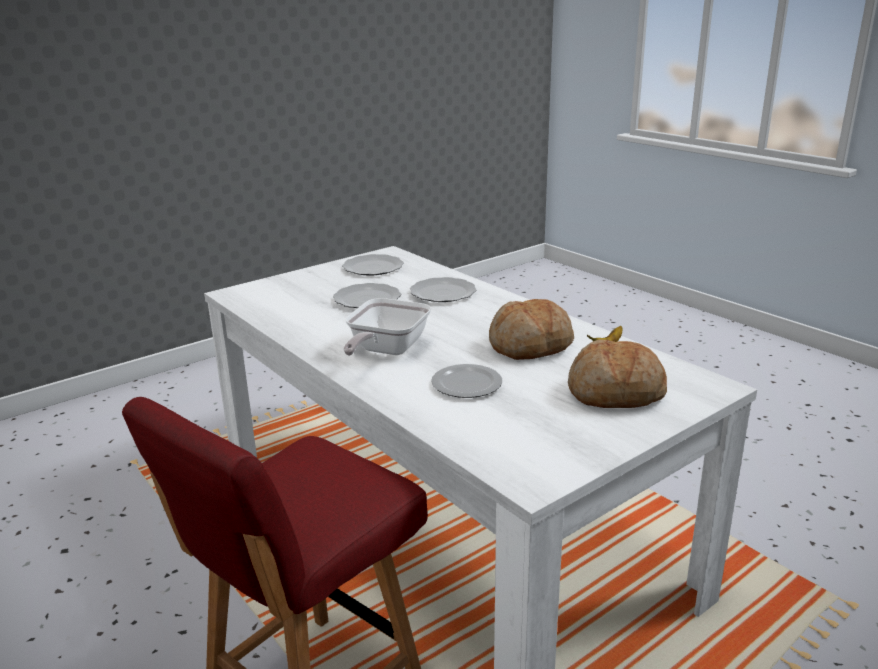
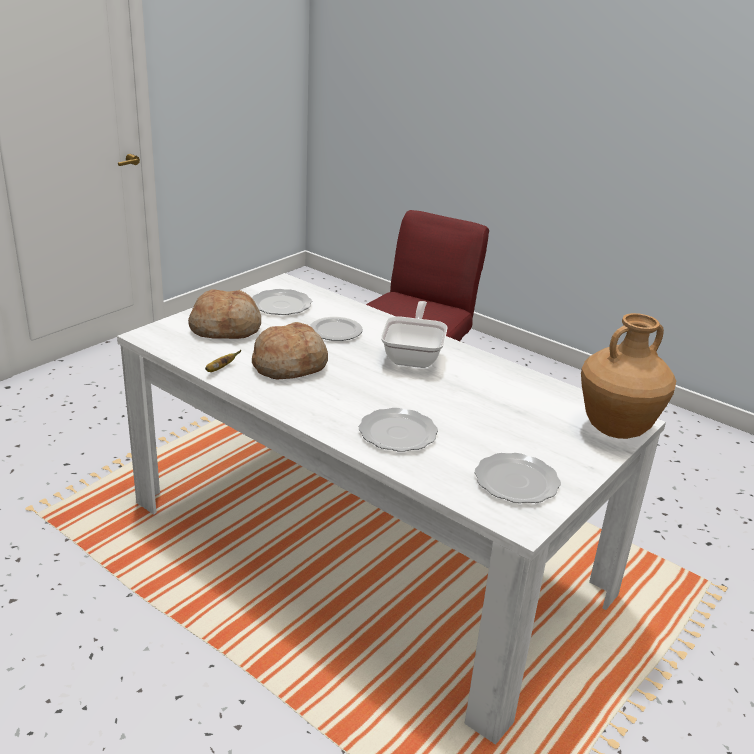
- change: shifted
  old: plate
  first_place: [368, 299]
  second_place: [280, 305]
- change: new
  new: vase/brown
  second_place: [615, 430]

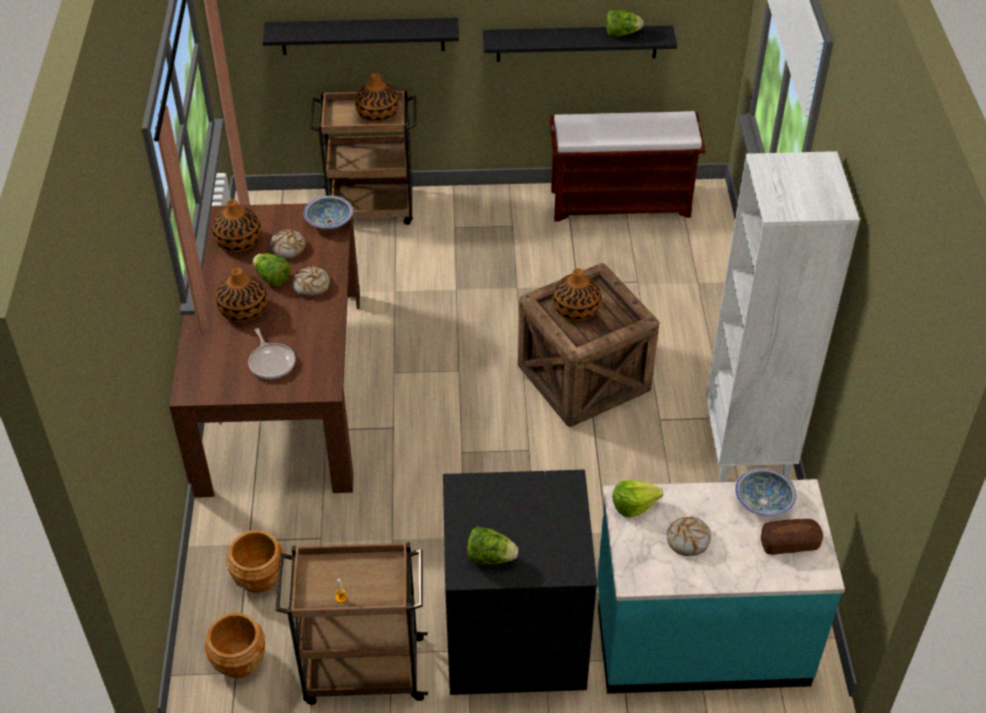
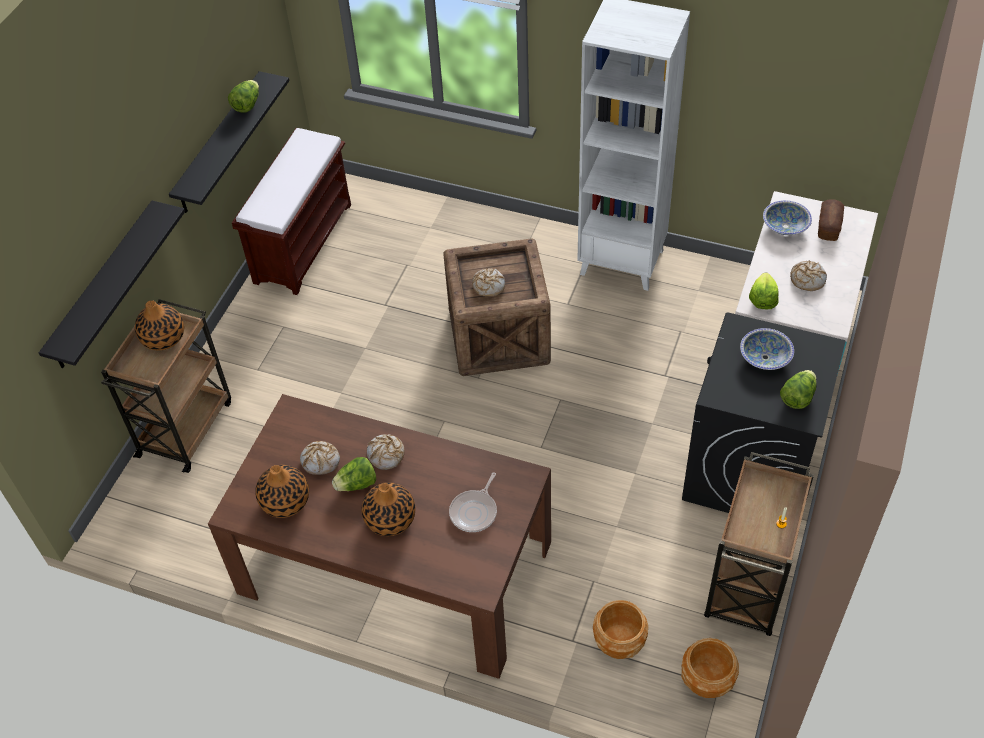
- change: rotated
  old: frying pan
  first_place: [271, 362]
  second_place: [475, 511]
  degrees: 120
- change: shifted
  old: bowl
  first_place: [329, 221]
  second_place: [765, 357]
- change: swapped
  old: vase
  new: bread
  first_place: [576, 309]
  second_place: [488, 286]

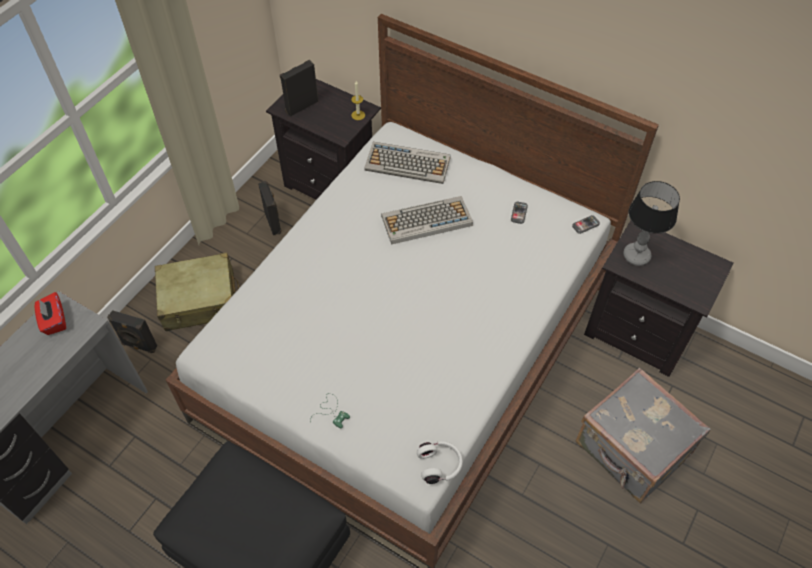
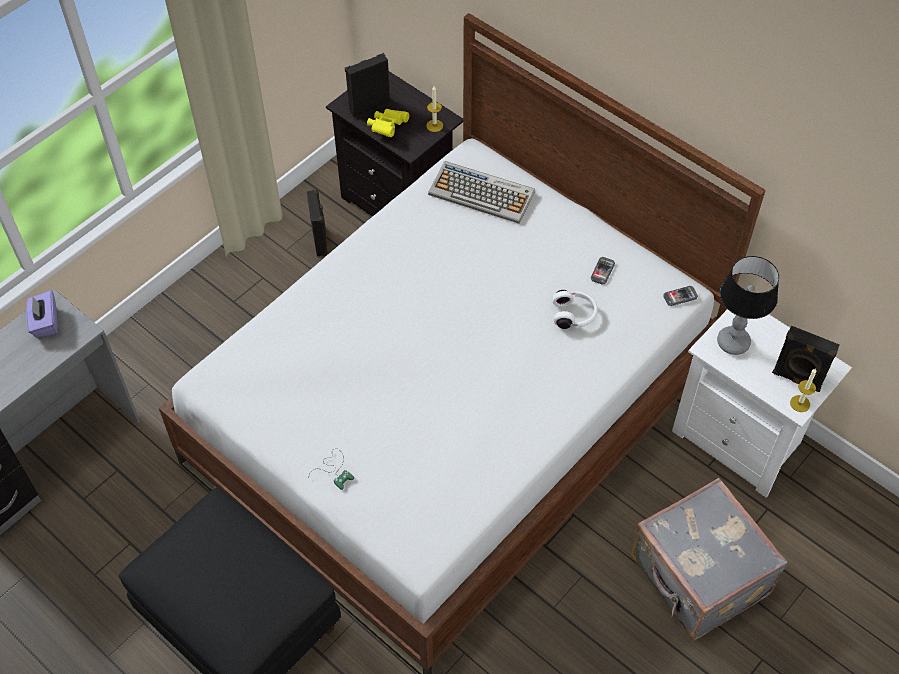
- change: repainted
  old: tissue box/red
  new: tissue box/purple
  first_place: [54, 321]
  second_place: [45, 322]
- change: shifted
  old: speaker/black
  first_place: [139, 346]
  second_place: [796, 379]
- change: gone
  old: suitcase/beige
  first_place: [200, 300]
- change: gone
  old: keyboard
  first_place: [426, 221]
- change: shifted
  old: headphones/white
  first_place: [440, 465]
  second_place: [574, 315]
- change: repainted
  old: nightstand/black
  new: nightstand/white
  first_place: [638, 333]
  second_place: [741, 439]
- change: new
  new: binoculars/yellow
  second_place: [387, 127]
- change: new
  new: candle
  second_place: [800, 403]

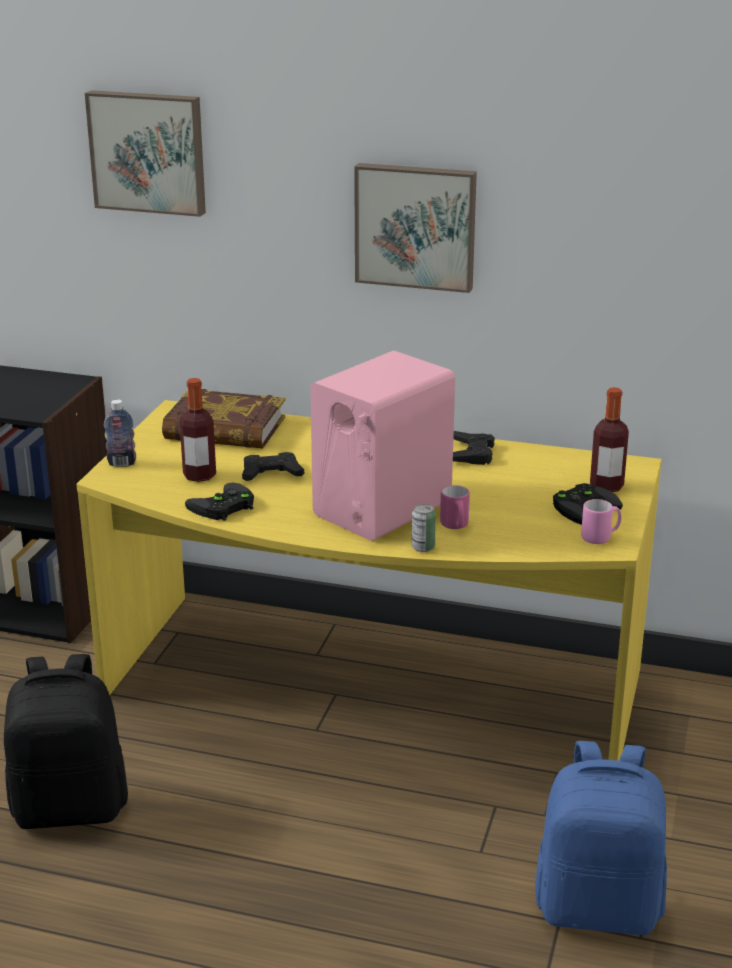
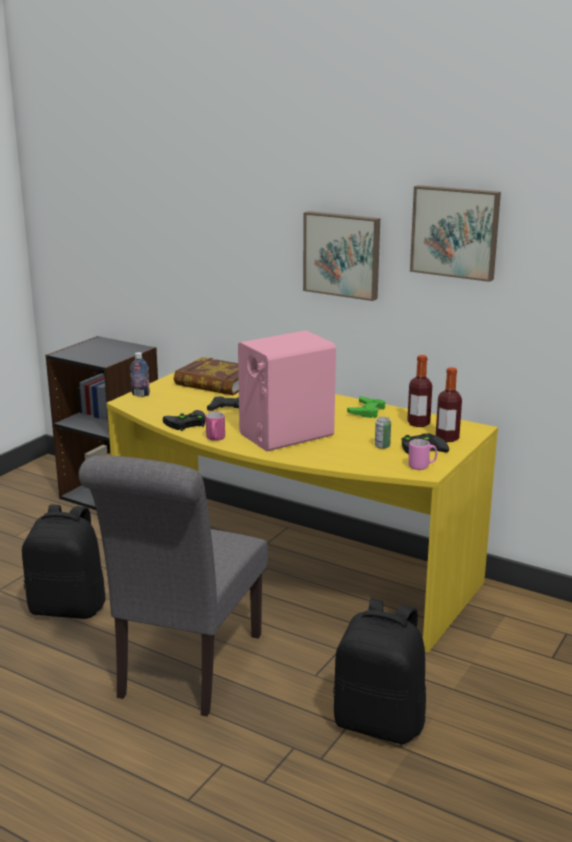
- change: shifted
  old: picture
  first_place: [148, 152]
  second_place: [455, 232]
- change: shifted
  old: bottle
  first_place: [199, 476]
  second_place: [418, 423]
- change: shifted
  old: can
  first_place: [423, 547]
  second_place: [382, 446]
- change: shifted
  old: mug/pink
  first_place: [455, 526]
  second_place: [215, 439]
- change: repainted
  old: game controller/black
  new: game controller/green
  first_place: [471, 453]
  second_place: [367, 411]
- change: repainted
  old: backpack/blue
  new: backpack/black
  first_place: [599, 907]
  second_place: [380, 722]
- change: new
  new: chair/grey
  second_place: [185, 670]

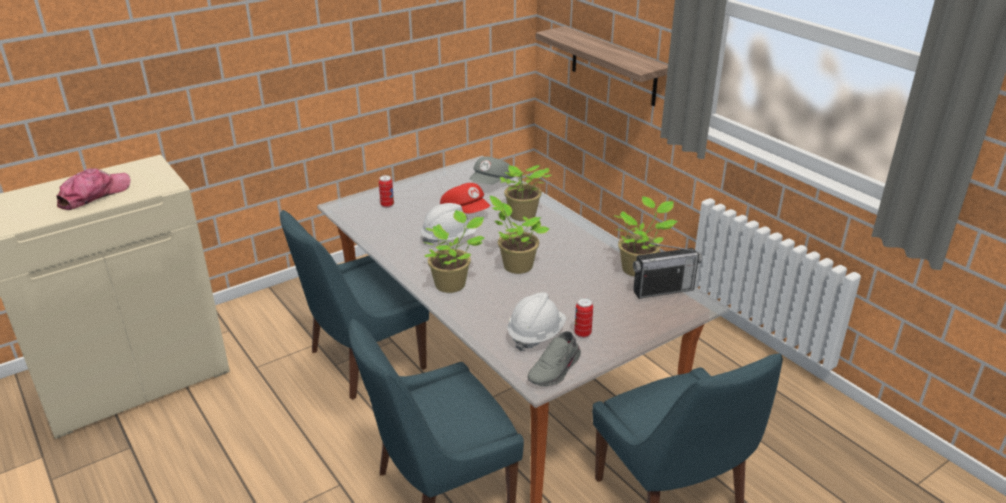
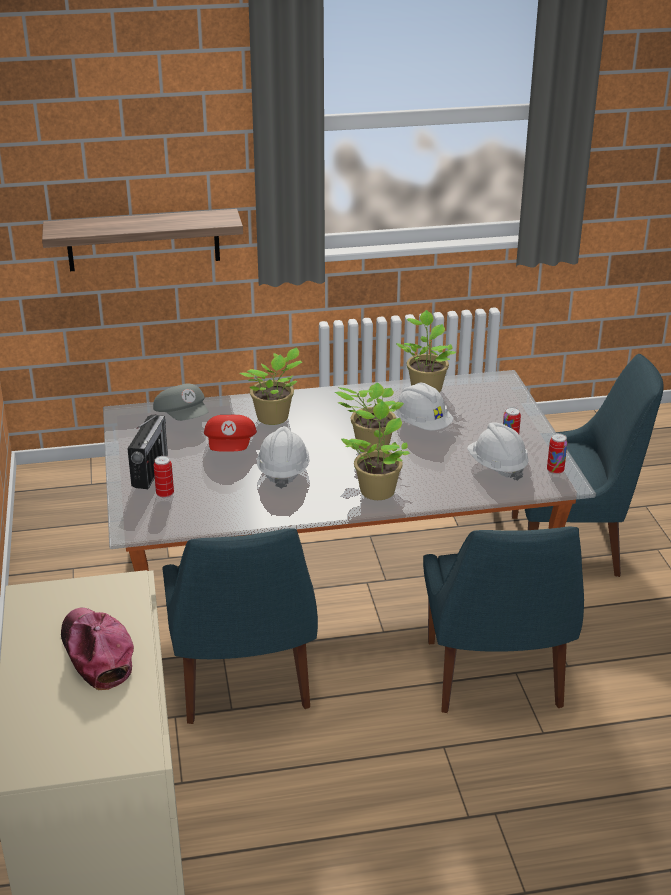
- change: rotated
  old: cap/red
  first_place: [465, 211]
  second_place: [231, 447]
  degrees: 105
- change: swapped
  old: shoe/grey
  new: can
  first_place: [555, 370]
  second_place: [555, 471]
- change: shifted
  old: radio
  first_place: [663, 290]
  second_place: [150, 471]
- change: new
  new: hard hat/white
  second_place: [422, 425]

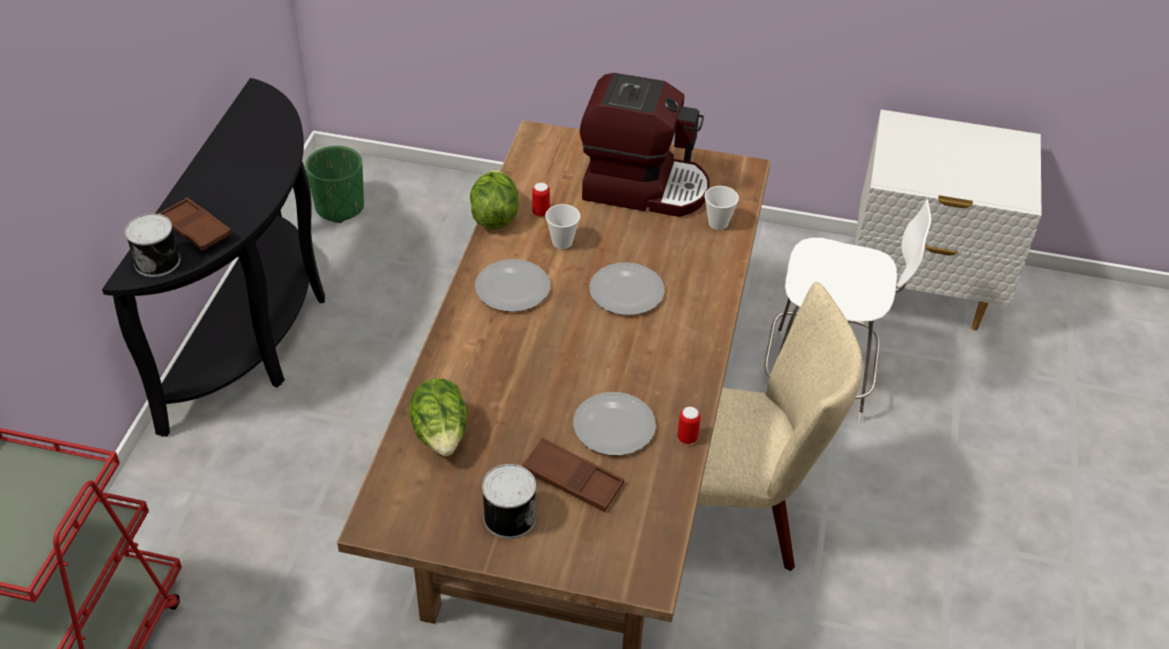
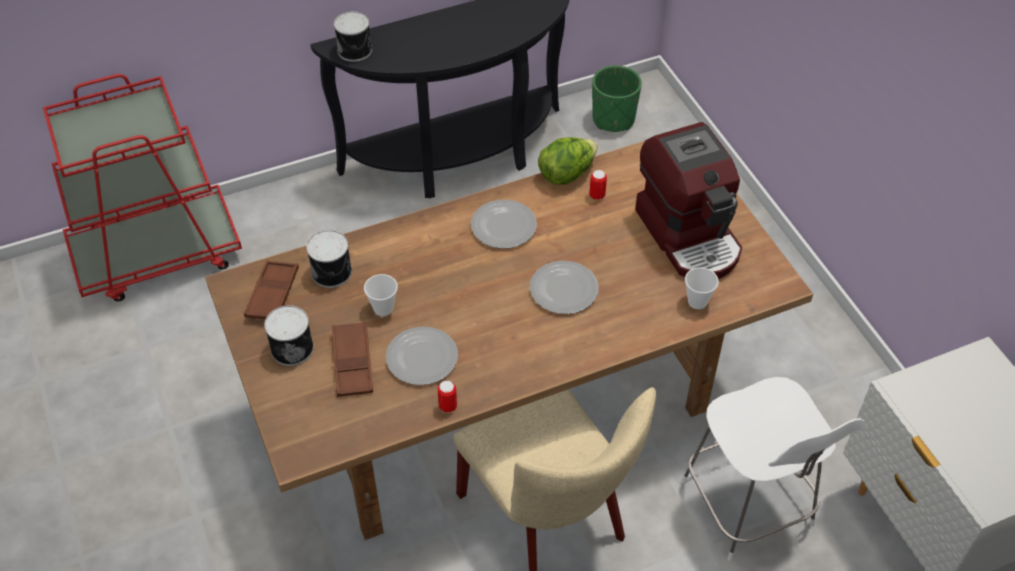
- change: shifted
  old: tray/brown
  first_place: [195, 229]
  second_place: [272, 294]
- change: swapped
  old: lettuce
  new: can
  first_place: [441, 435]
  second_place: [333, 272]
- change: shifted
  old: cup
  first_place: [562, 242]
  second_place: [383, 308]

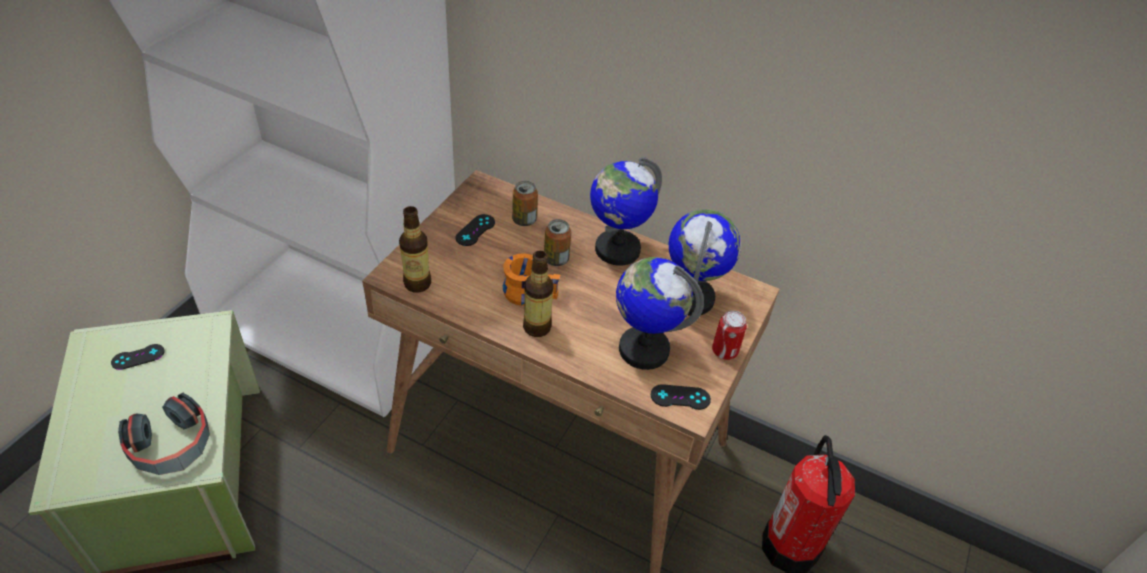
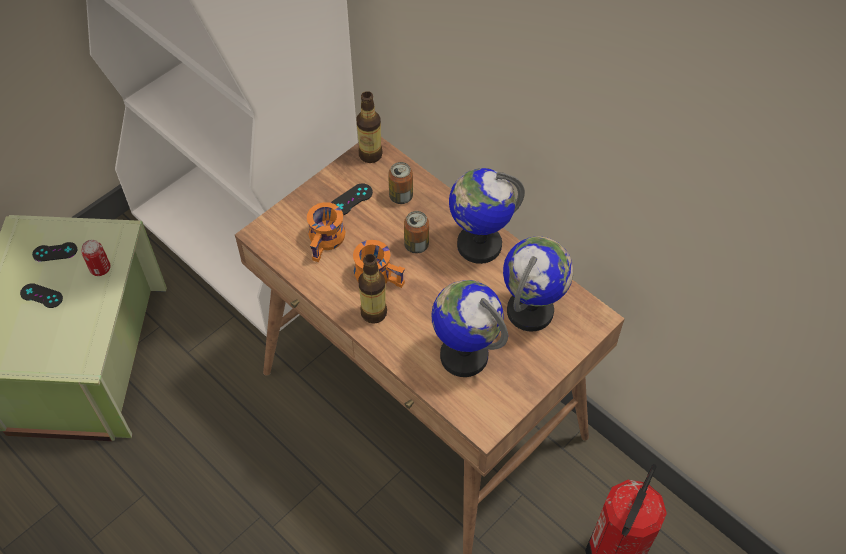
- change: gone
  old: headphones
  first_place: [171, 446]
- change: shifted
  old: bottle
  first_place: [417, 283]
  second_place: [370, 155]
- change: shifted
  old: game controller/black
  first_place: [680, 397]
  second_place: [41, 296]
- change: shifted
  old: can
  first_place: [724, 351]
  second_place: [100, 268]
- change: new
  new: mug/orange
  second_place: [327, 242]

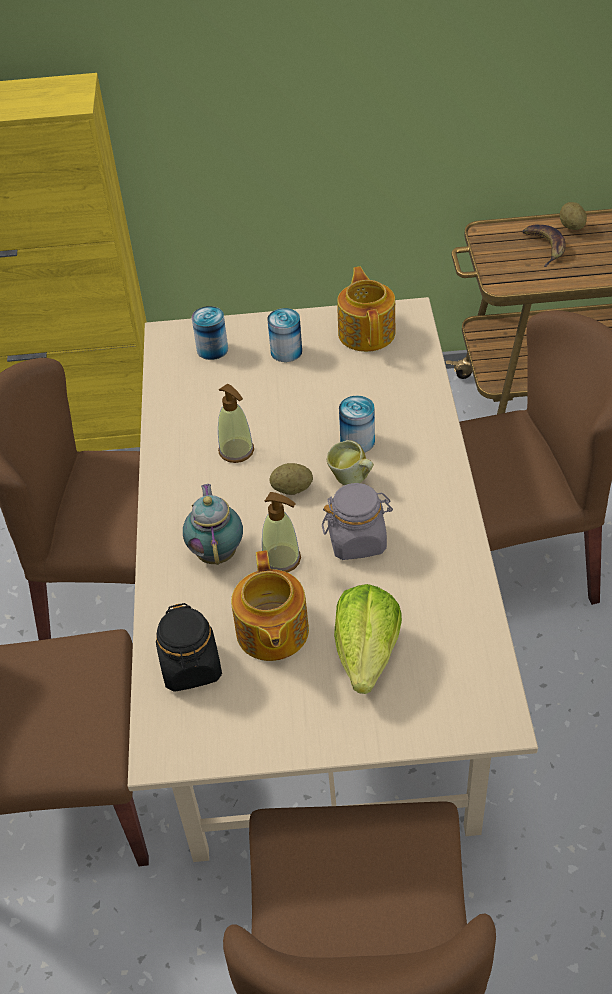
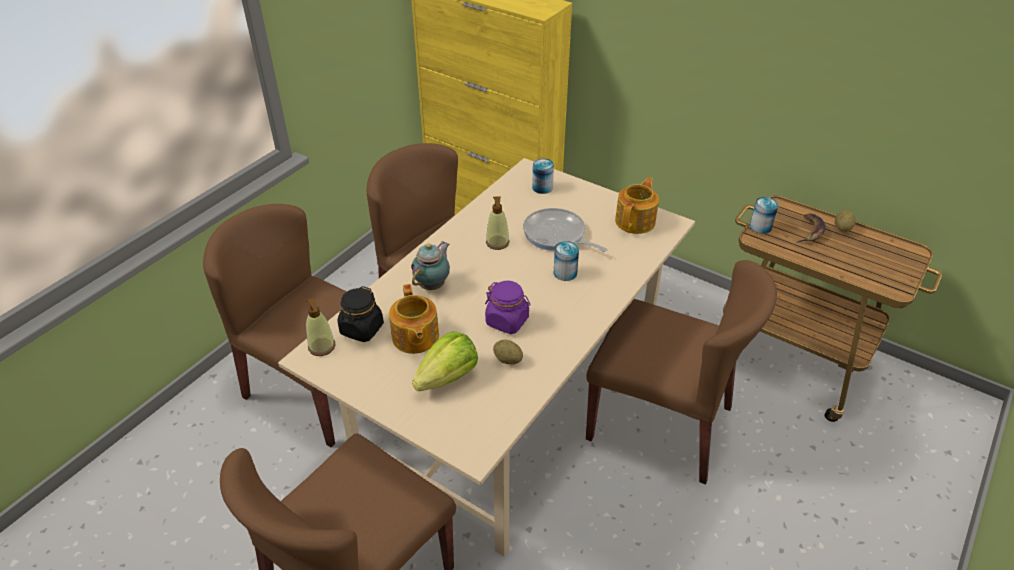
- change: rotated
  old: teapot
  first_place: [271, 633]
  second_place: [415, 337]
  degrees: -45
- change: shifted
  old: soap dispenser
  first_place: [281, 559]
  second_place: [322, 347]
- change: shifted
  old: can
  first_place: [286, 351]
  second_place: [760, 227]
- change: shifted
  old: potato
  first_place: [292, 489]
  second_place: [508, 360]
- change: repainted
  old: jar/grey
  new: jar/purple
  first_place: [357, 540]
  second_place: [507, 321]
- change: gone
  old: mug
  first_place: [352, 480]
- change: new
  new: frying pan
  second_place: [557, 235]

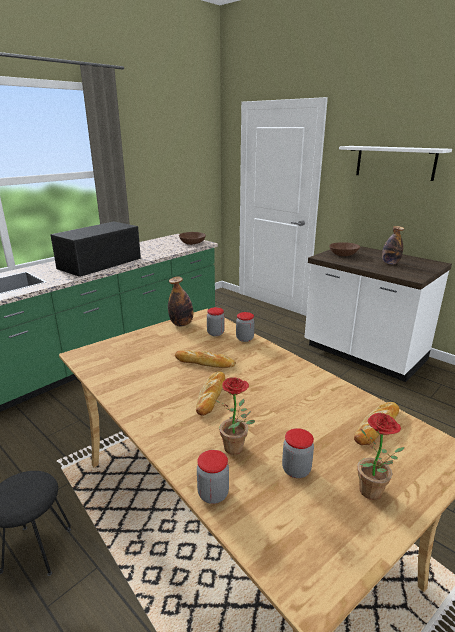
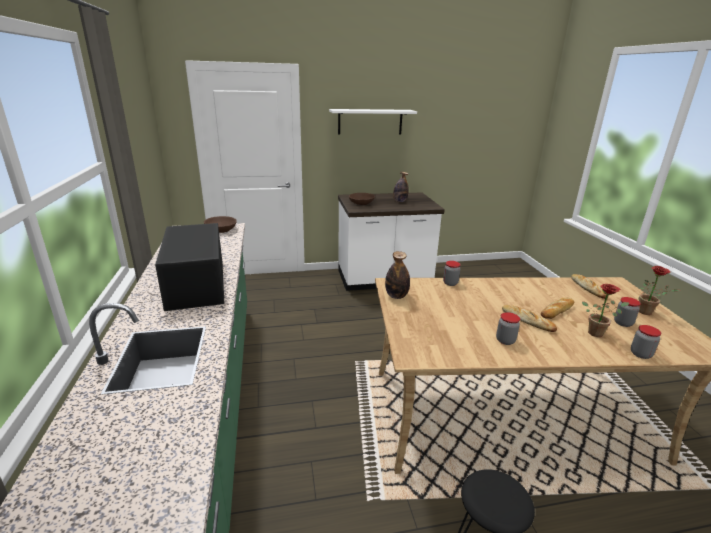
- change: shifted
  old: bread
  first_place: [205, 362]
  second_place: [557, 310]
- change: shifted
  old: jar
  first_place: [215, 333]
  second_place: [505, 340]

